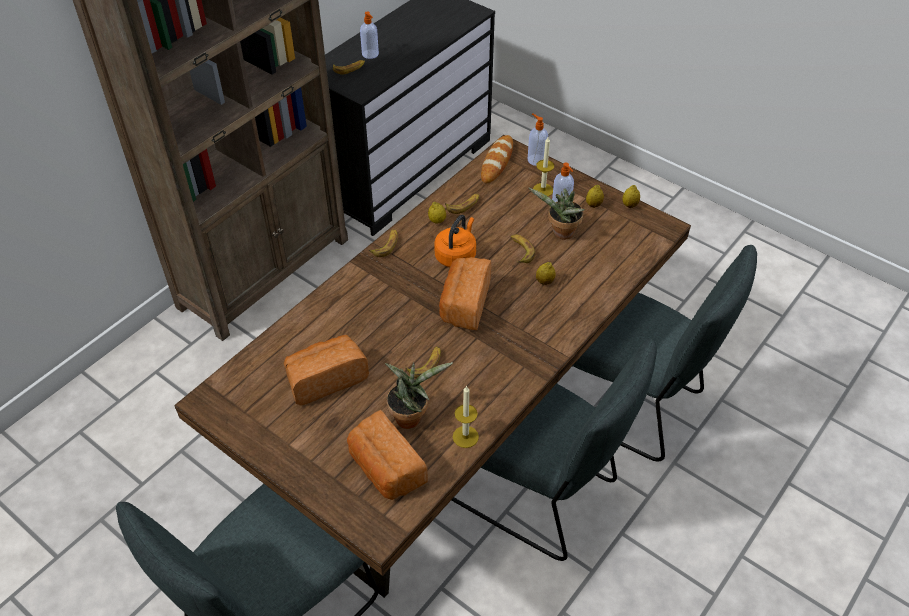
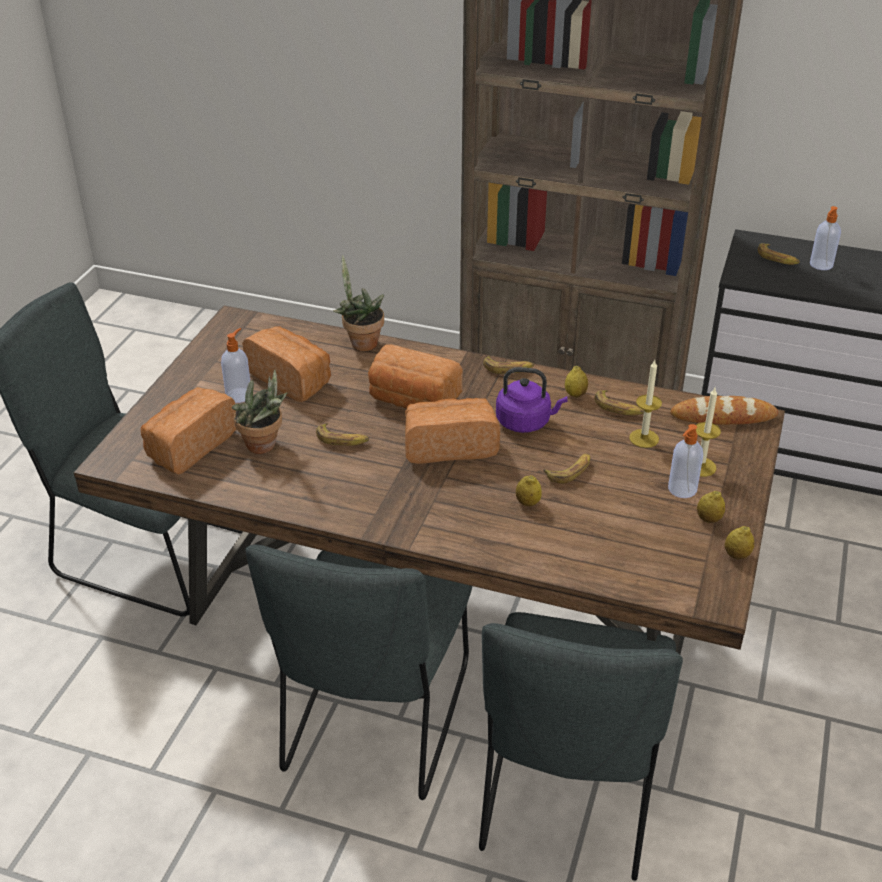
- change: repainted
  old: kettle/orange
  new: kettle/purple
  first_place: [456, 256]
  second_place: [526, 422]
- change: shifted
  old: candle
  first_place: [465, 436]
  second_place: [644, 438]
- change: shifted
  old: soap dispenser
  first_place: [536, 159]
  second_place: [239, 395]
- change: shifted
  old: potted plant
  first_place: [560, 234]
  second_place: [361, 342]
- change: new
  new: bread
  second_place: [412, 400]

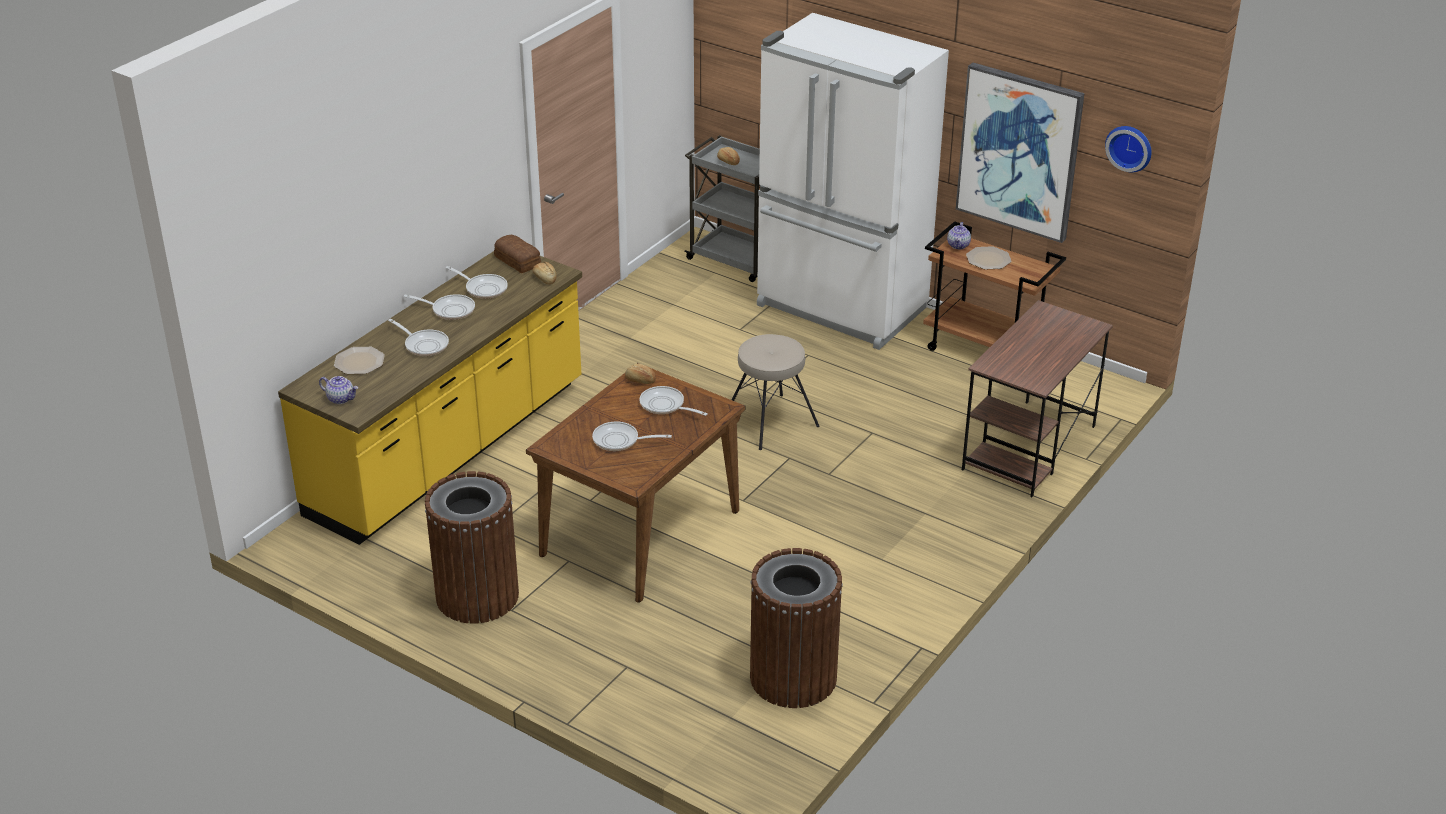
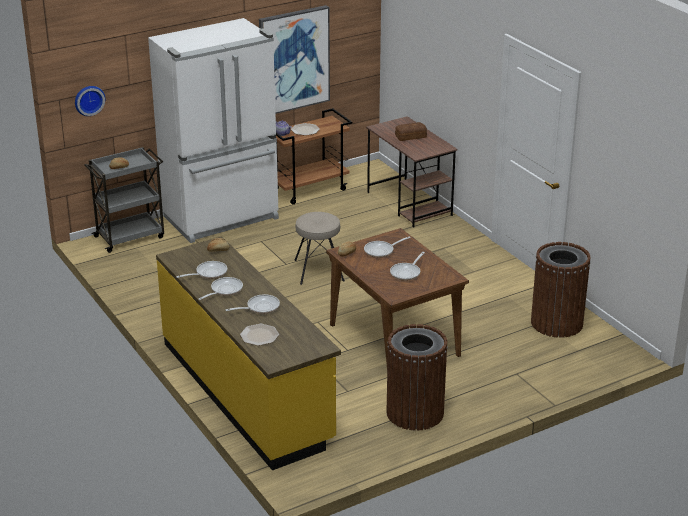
- change: gone
  old: teapot
  first_place: [341, 398]
- change: shifted
  old: bread
  first_place: [518, 260]
  second_place: [410, 136]
- change: shifted
  old: wall clock
  first_place: [1130, 147]
  second_place: [89, 100]

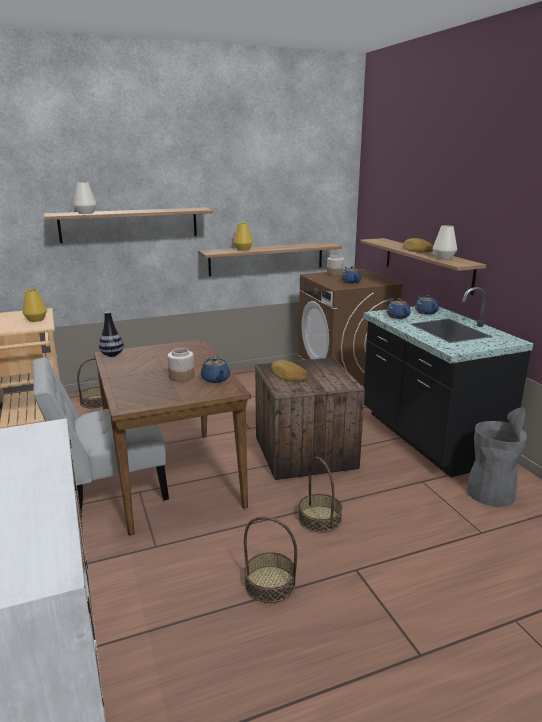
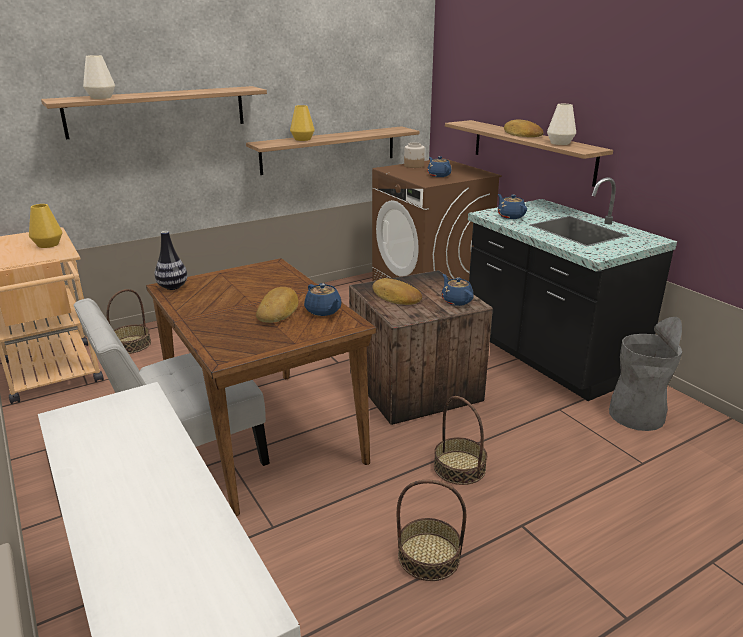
- change: swapped
  old: jar
  new: bread
  first_place: [182, 376]
  second_place: [279, 310]
- change: shifted
  old: teapot/blue
  first_place: [426, 312]
  second_place: [456, 301]

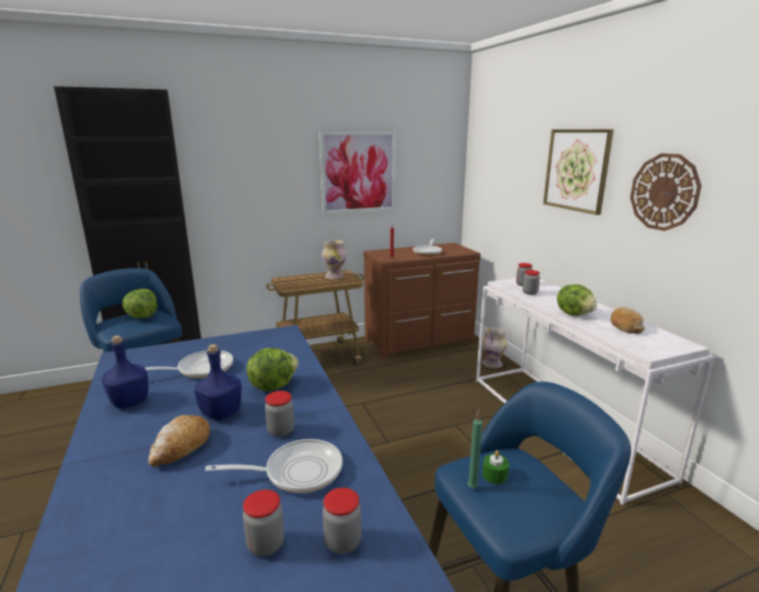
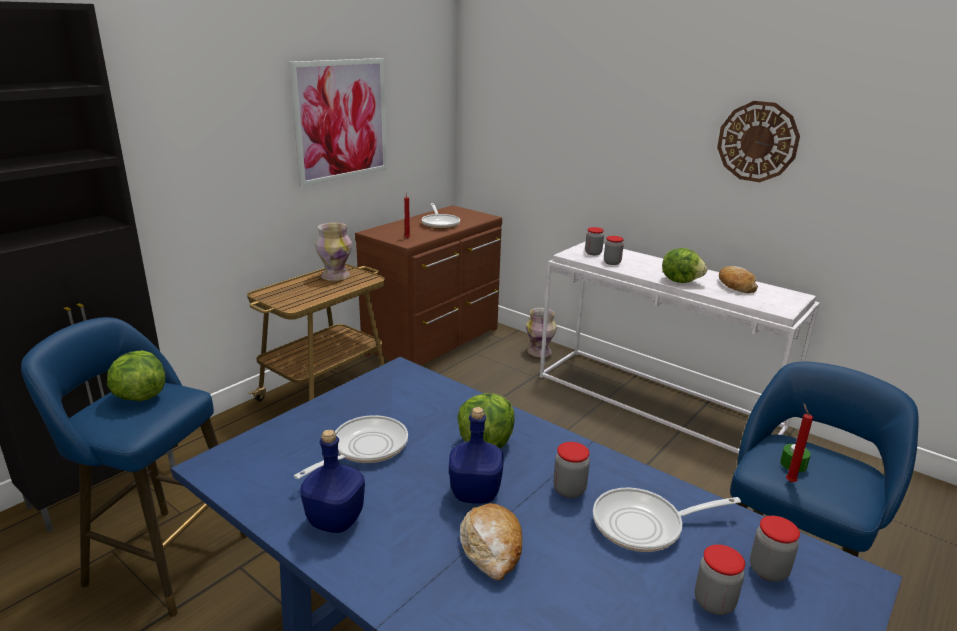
- change: rotated
  old: frying pan
  first_place: [297, 472]
  second_place: [644, 525]
  degrees: -150
- change: repainted
  old: candle/green
  new: candle/red
  first_place: [472, 486]
  second_place: [789, 481]
- change: gone
  old: picture
  first_place: [576, 170]

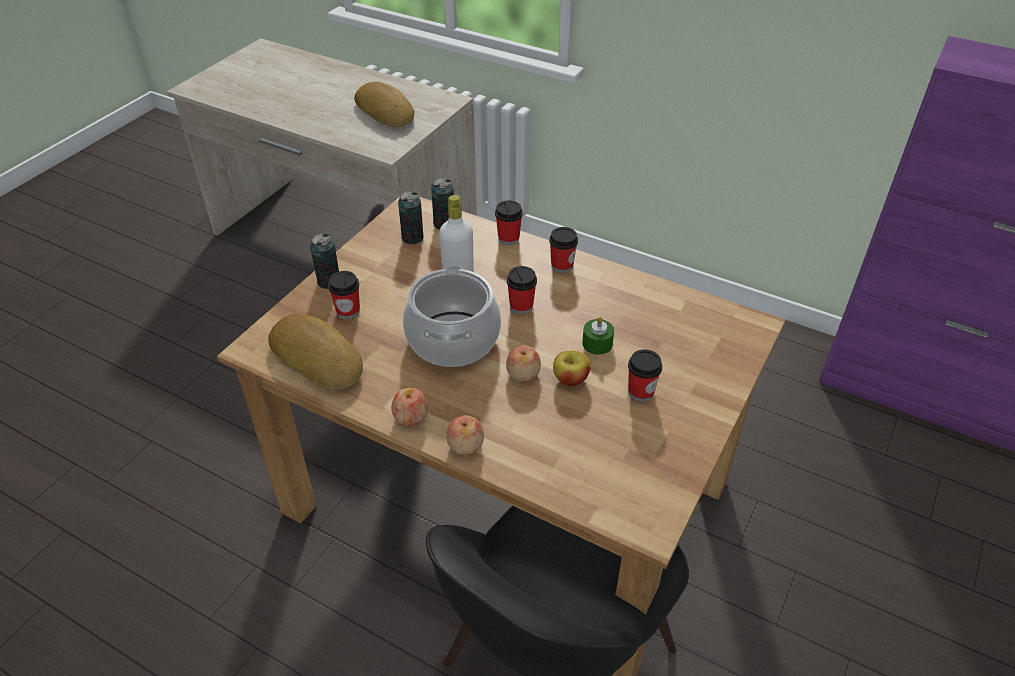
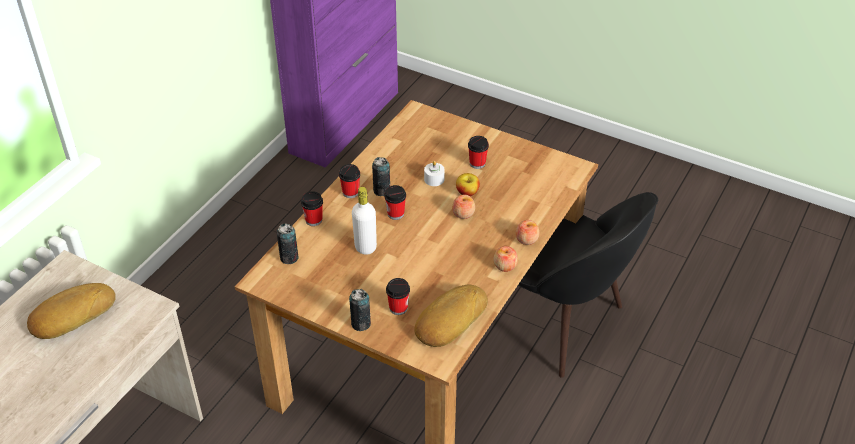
- change: shifted
  old: can
  first_place: [412, 238]
  second_place: [381, 191]
- change: gone
  old: cooking pot
  first_place: [453, 339]
- change: repainted
  old: candle/green
  new: candle/white
  first_place: [597, 343]
  second_place: [434, 179]

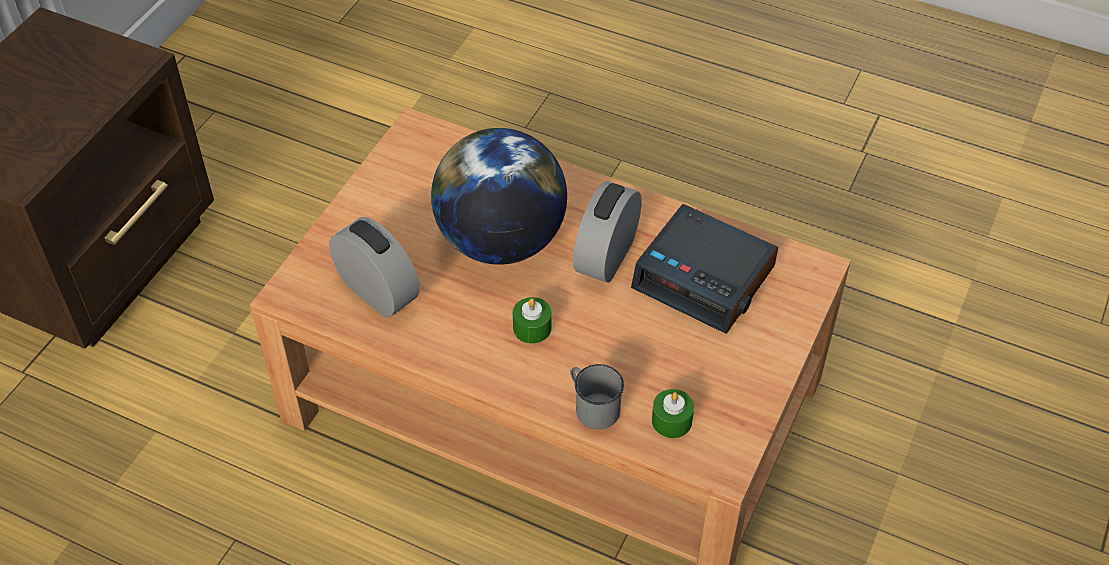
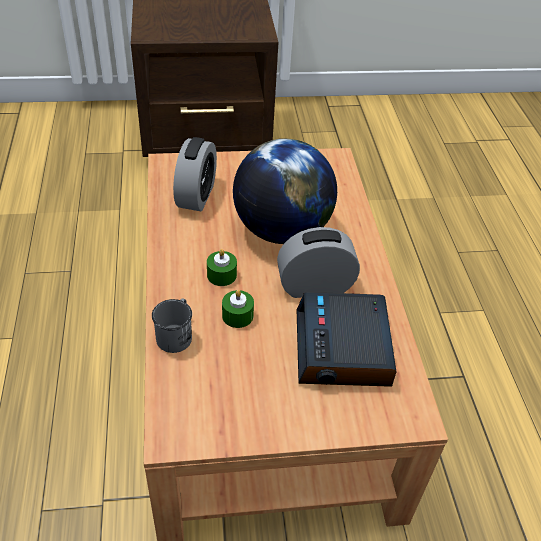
- change: shifted
  old: candle/green
  first_place: [671, 421]
  second_place: [237, 315]

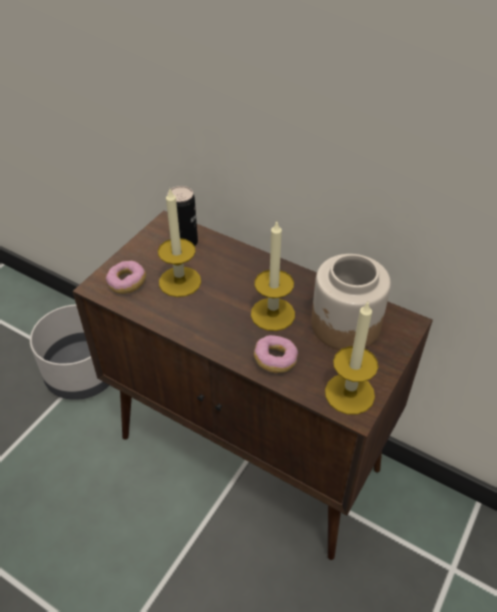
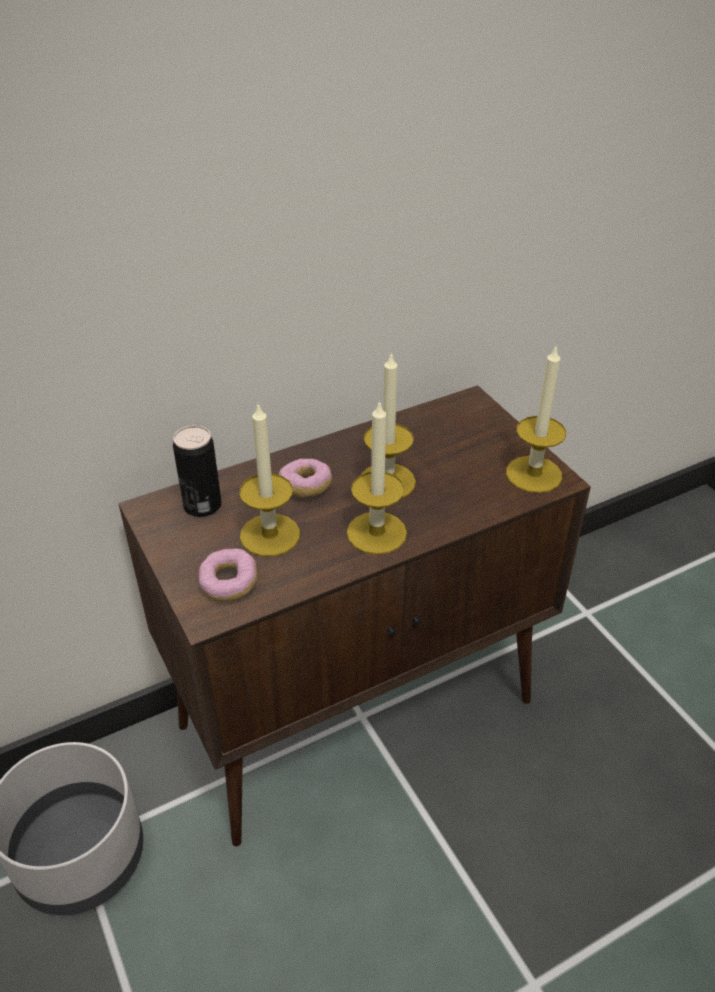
- change: shifted
  old: donut
  first_place: [275, 360]
  second_place: [305, 487]
- change: gone
  old: jar
  first_place: [345, 325]
- change: new
  new: candle
  second_place: [376, 533]

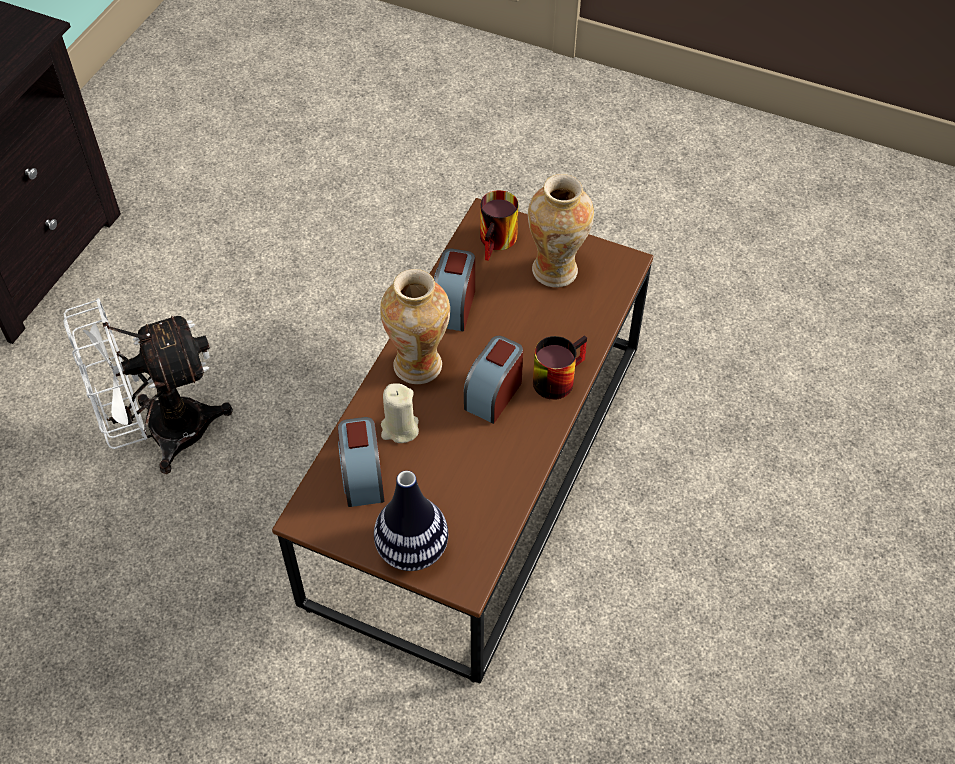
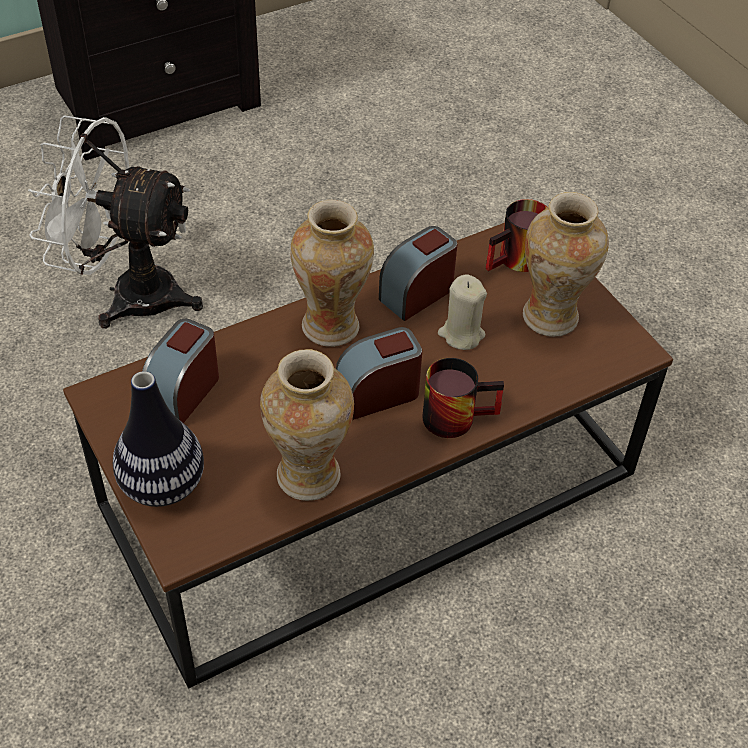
- change: shifted
  old: candle/beige
  first_place: [399, 428]
  second_place: [461, 334]
- change: new
  new: vase
  second_place: [308, 477]

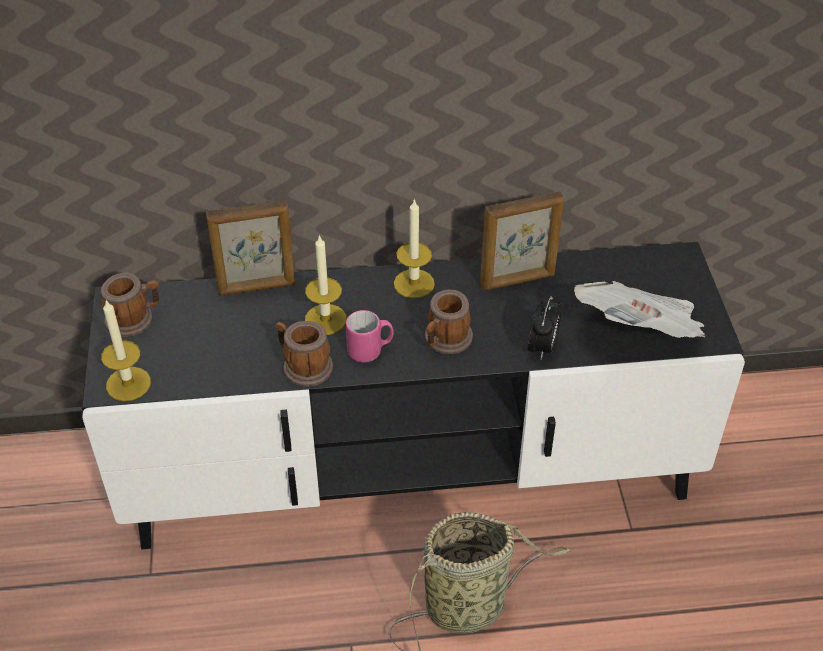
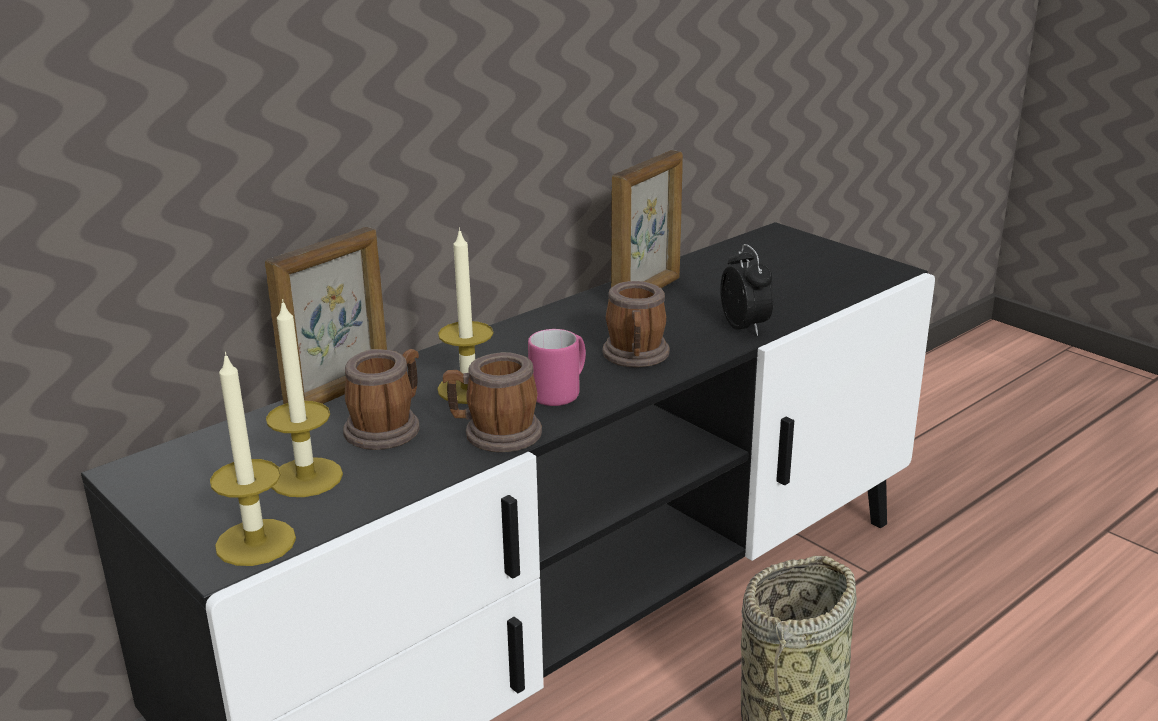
- change: shifted
  old: mug
  first_place: [134, 318]
  second_place: [388, 427]
- change: shifted
  old: candle
  first_place: [414, 283]
  second_place: [306, 477]
- change: gone
  old: newspaper
  first_place: [640, 333]

